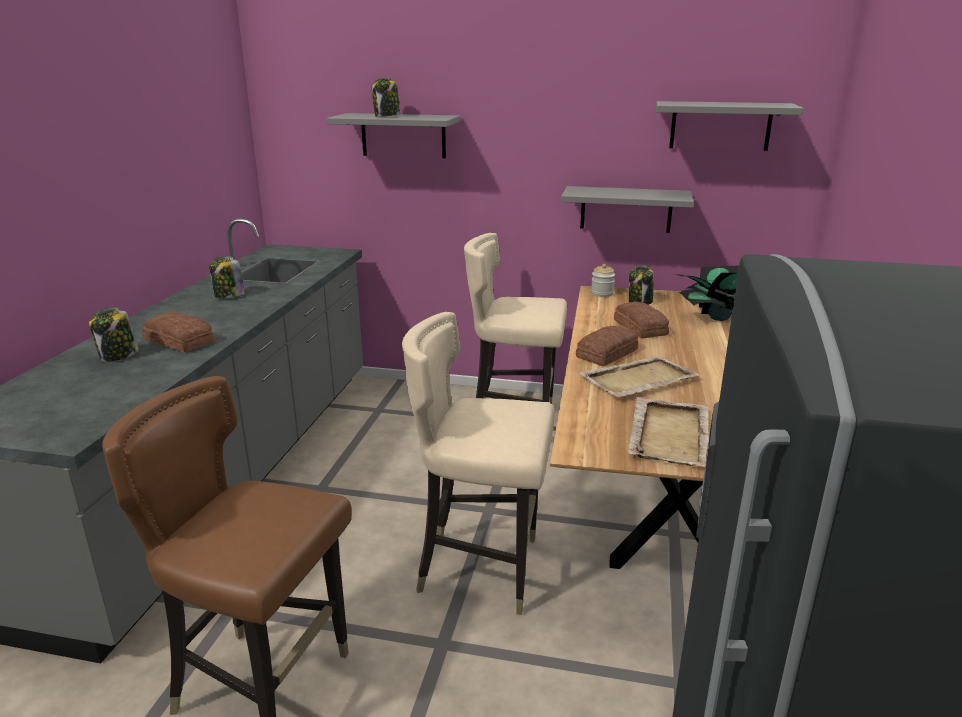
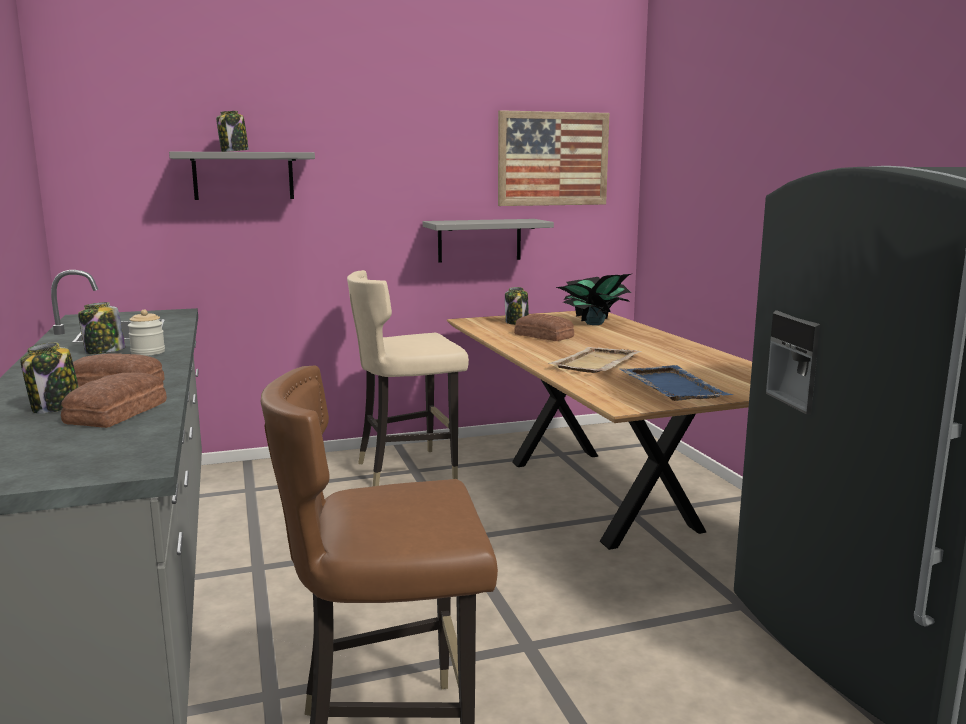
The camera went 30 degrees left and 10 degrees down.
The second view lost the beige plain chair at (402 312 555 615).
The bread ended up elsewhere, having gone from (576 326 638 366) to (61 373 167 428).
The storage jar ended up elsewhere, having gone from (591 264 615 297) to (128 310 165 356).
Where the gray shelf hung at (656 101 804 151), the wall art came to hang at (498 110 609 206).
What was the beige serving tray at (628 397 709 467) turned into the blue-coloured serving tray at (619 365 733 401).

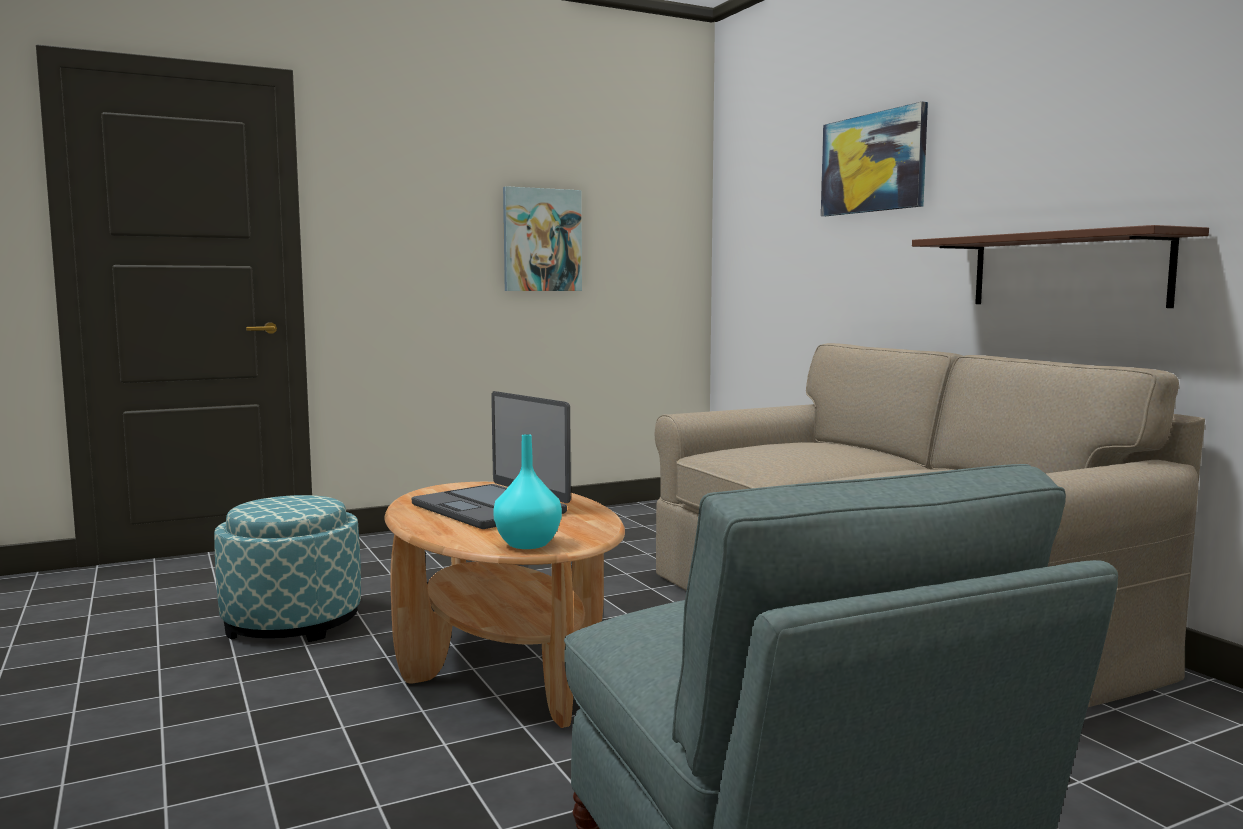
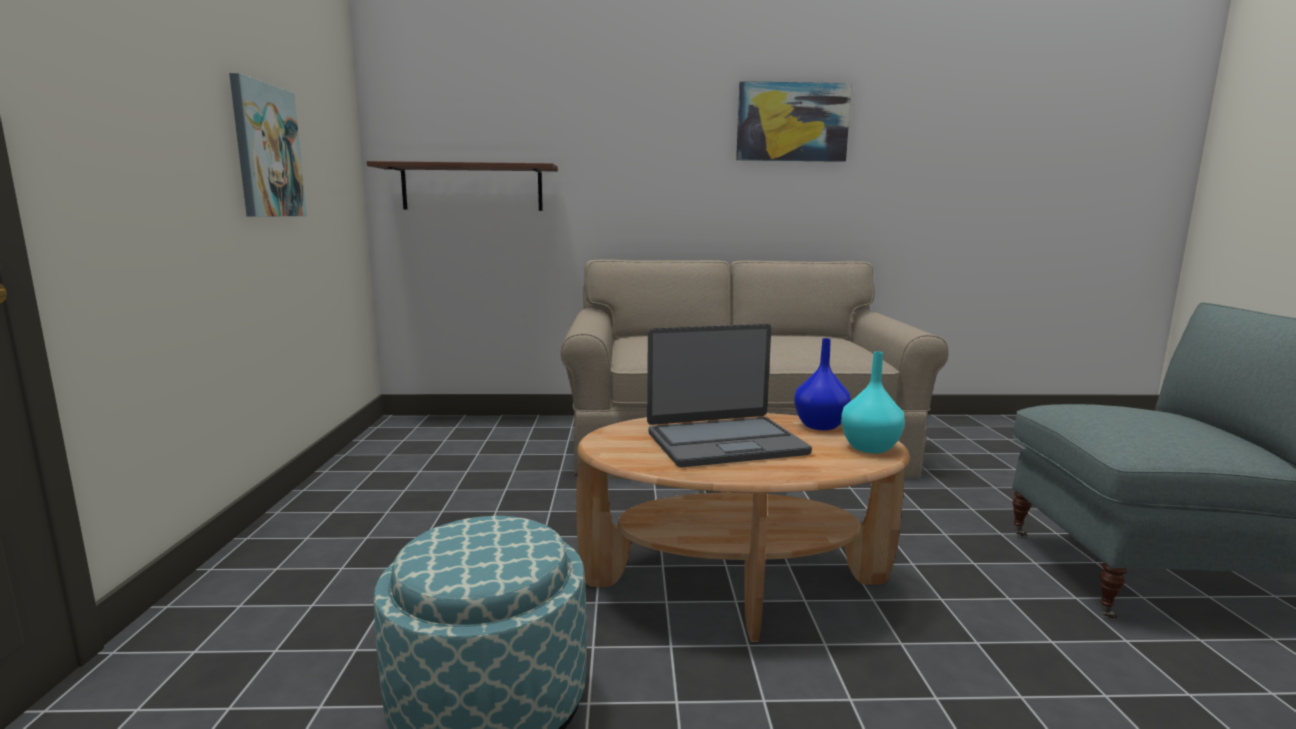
The camera went 65 degrees left and 5 degrees up.
The second view gained the blue-coloured vase at (794 338 851 430).
The wall art ended up elsewhere, having gone from (821 101 928 216) to (736 81 852 162).
The brown-coloured shelf ended up elsewhere, having gone from (912 225 1209 308) to (367 161 558 211).

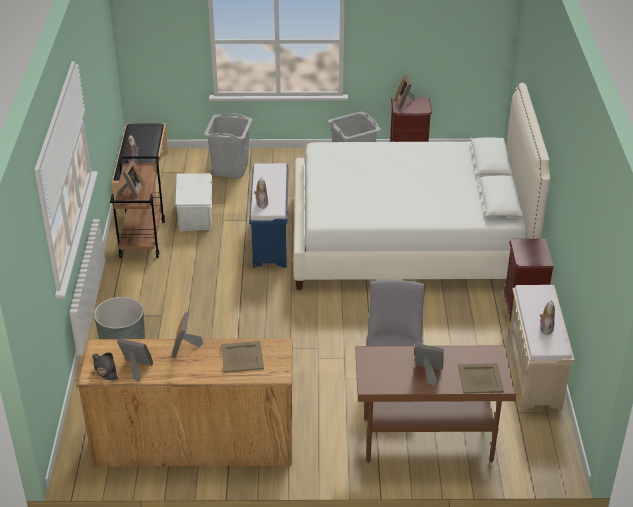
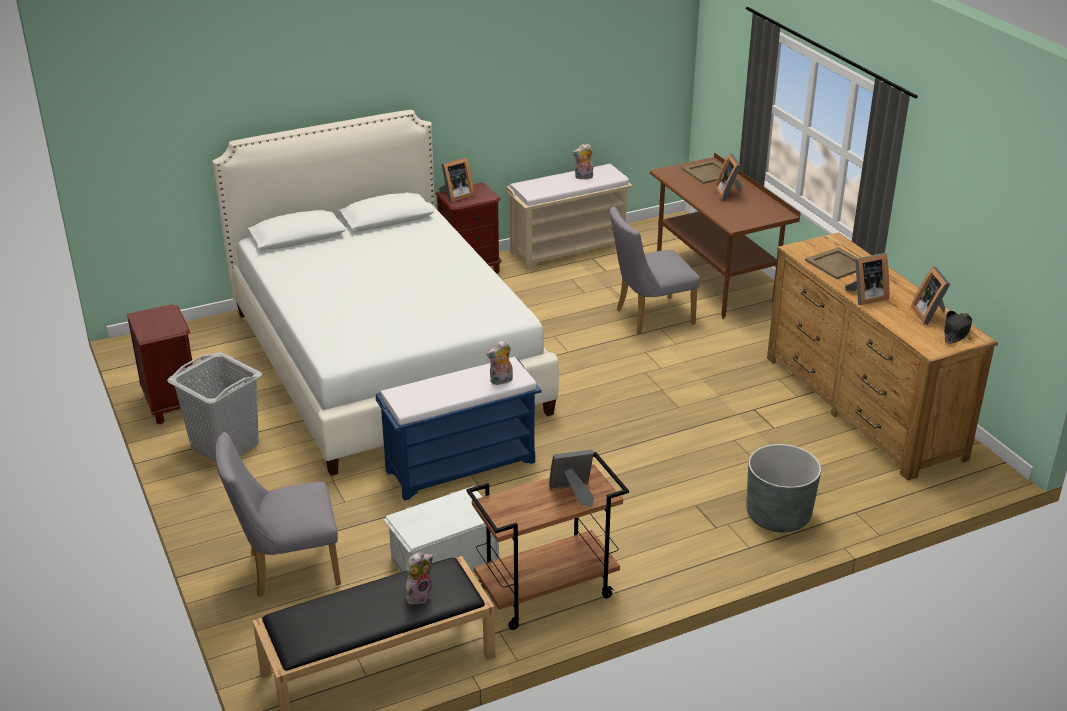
The camera went 115 degrees left and 5 degrees down.
The standing frame ended up elsewhere, having gone from (395 75 415 109) to (439 158 475 202).
Where the gray laundry basket stood at (204 113 252 178), the gray plain chair came to stand at (216 432 341 597).

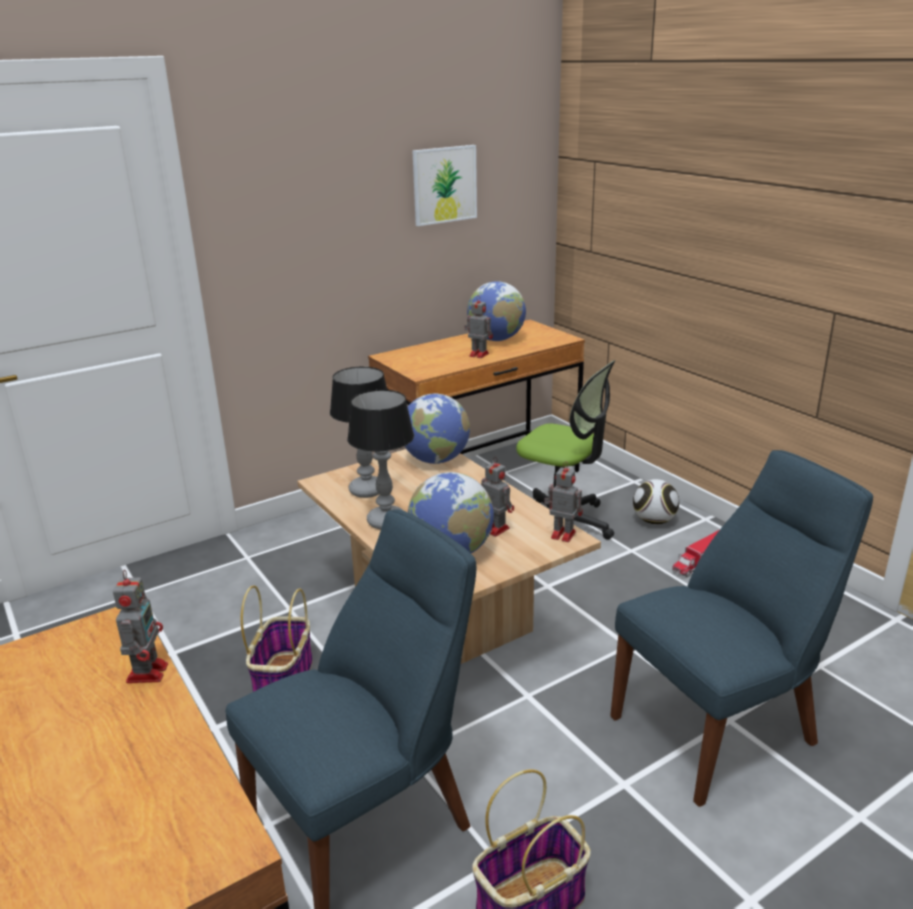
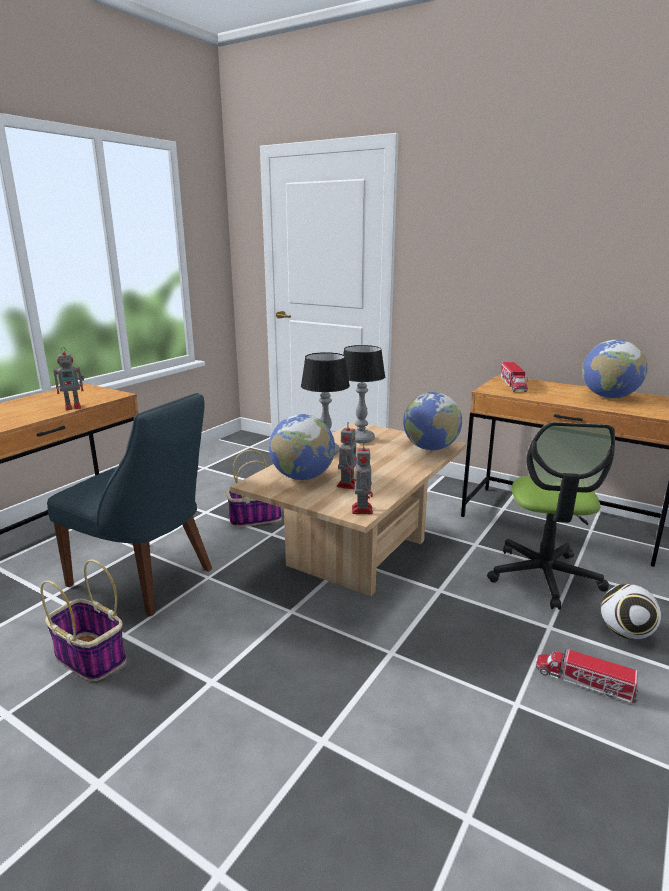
The camera went 65 degrees right and 5 degrees down.
The second view lost the wall art at (412 145 477 226).
The second view lost the model robot at (464 296 493 358).
The second view lost the blue-coloured plain chair at (610 450 873 807).
The second view gained the toy lorry at (500 362 528 392).

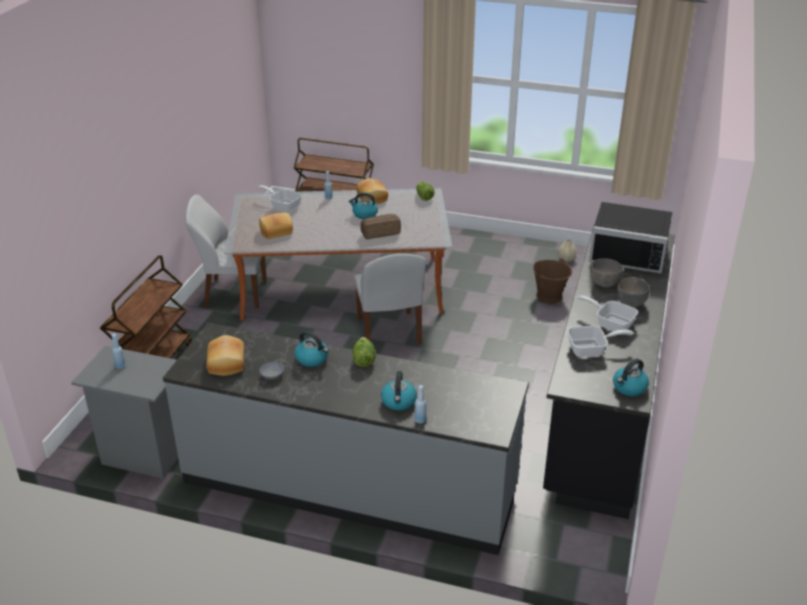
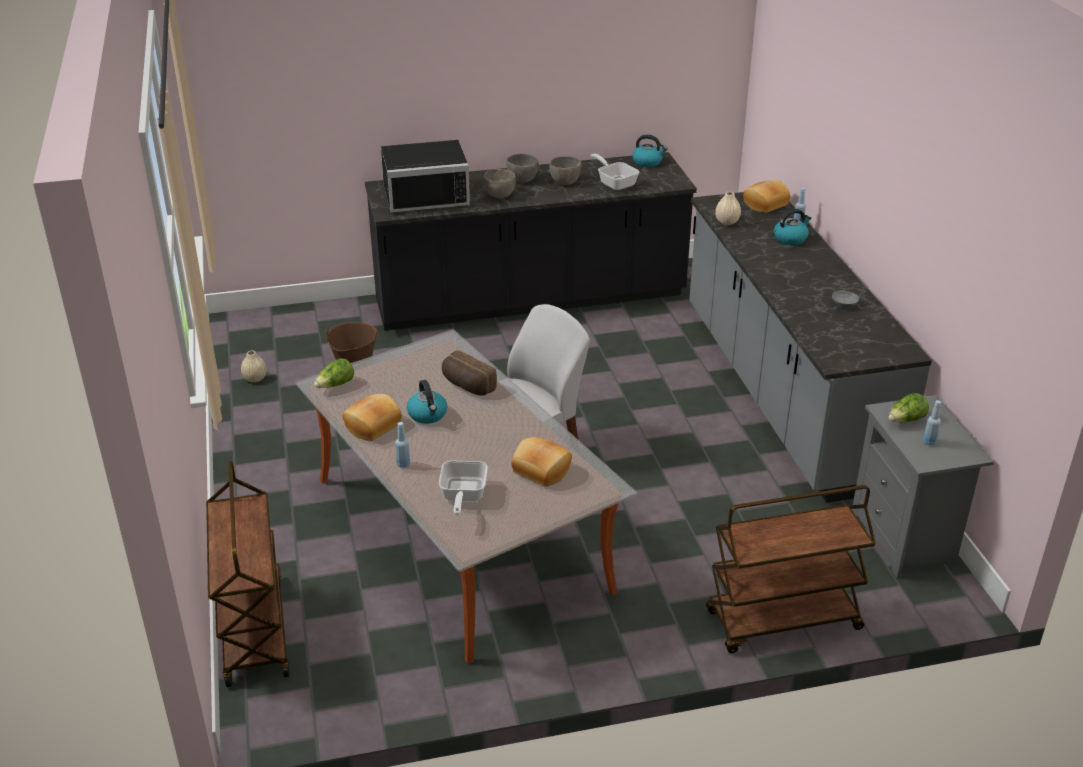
The camera went 120 degrees left and 0 degrees up.
The second view lost the white-coloured plain chair at (185 195 267 308).
The second view lost the tea kettle at (294 331 329 367).
The second view gained the beige vase at (715 192 741 225).
The bread ended up elsewhere, having gone from (206 335 244 376) to (743 180 790 213).
The head of lettuce ended up elsewhere, having gone from (352 337 376 367) to (888 393 929 422).
Where the frying pan stood at (577 295 638 331), the gray bowl came to stand at (549 156 581 185).
The black microwave oven at (589 202 673 274) ended up facing another way, 90 degrees clockwise from before.

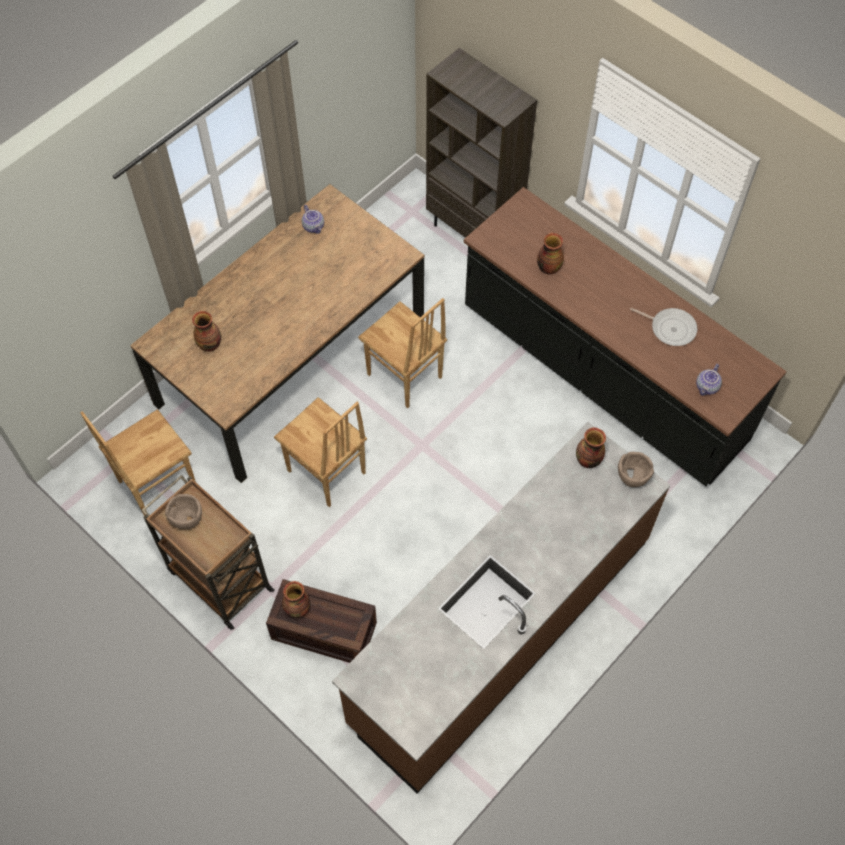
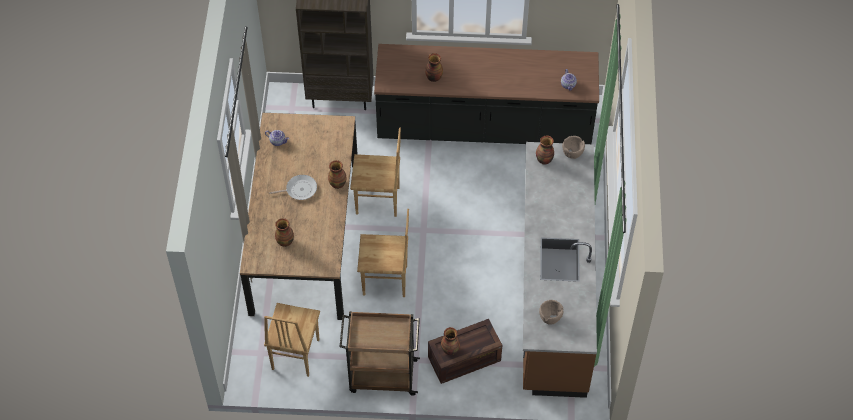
The camera went 40 degrees left and 5 degrees down.
The second view gained the vase at (328 160 346 189).
The brown-coloured bowl ended up elsewhere, having gone from (165 494 202 529) to (539 300 564 325).
The frying pan ended up elsewhere, having gone from (630 308 698 346) to (269 175 317 200).

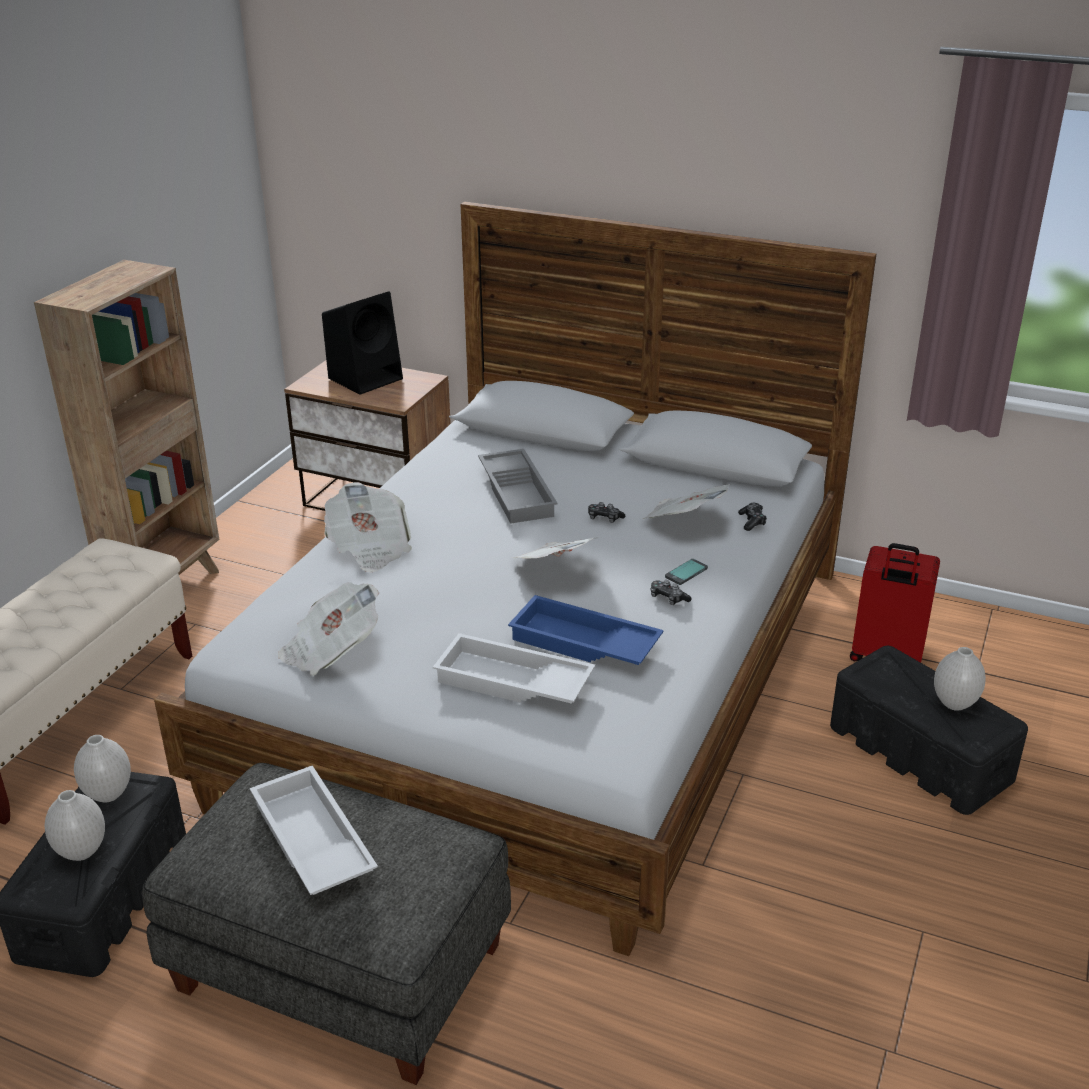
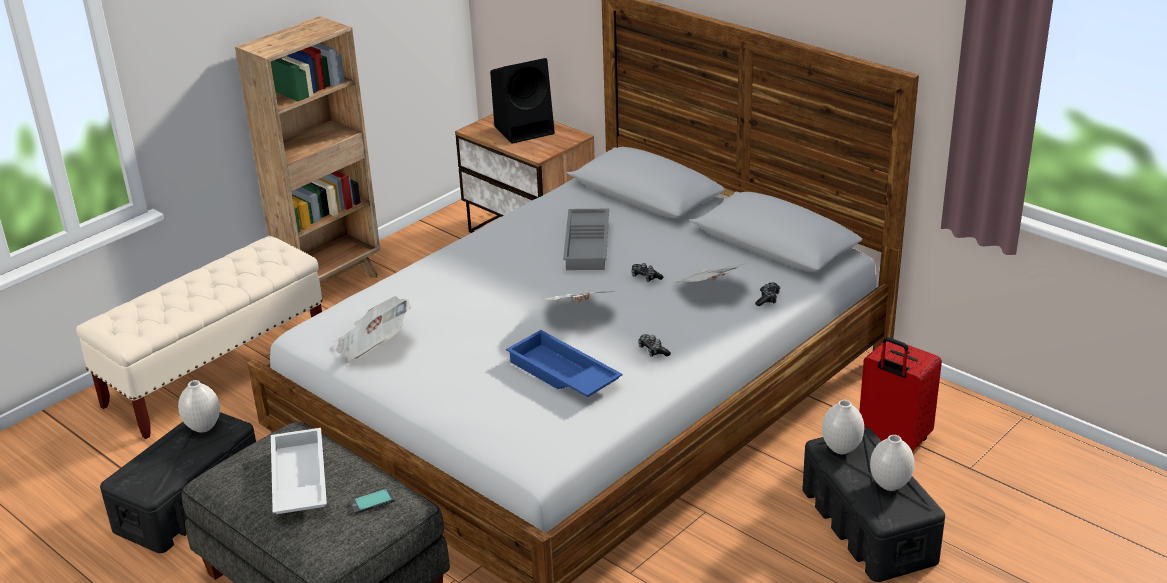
The camera went 20 degrees right and 0 degrees up.
The second view lost the daily paper at (324 482 412 573).
The second view lost the white-coloured serving tray at (433 633 595 704).
The white-coloured vase ended up elsewhere, having gone from (44 790 105 861) to (822 400 864 454).
The telephone ended up elsewhere, having gone from (665 559 708 585) to (349 488 395 514).

